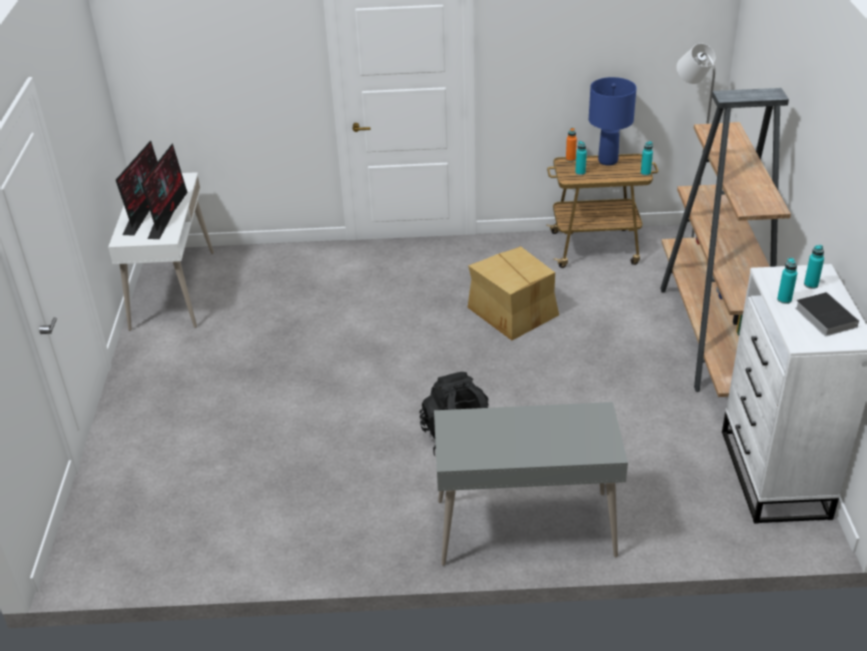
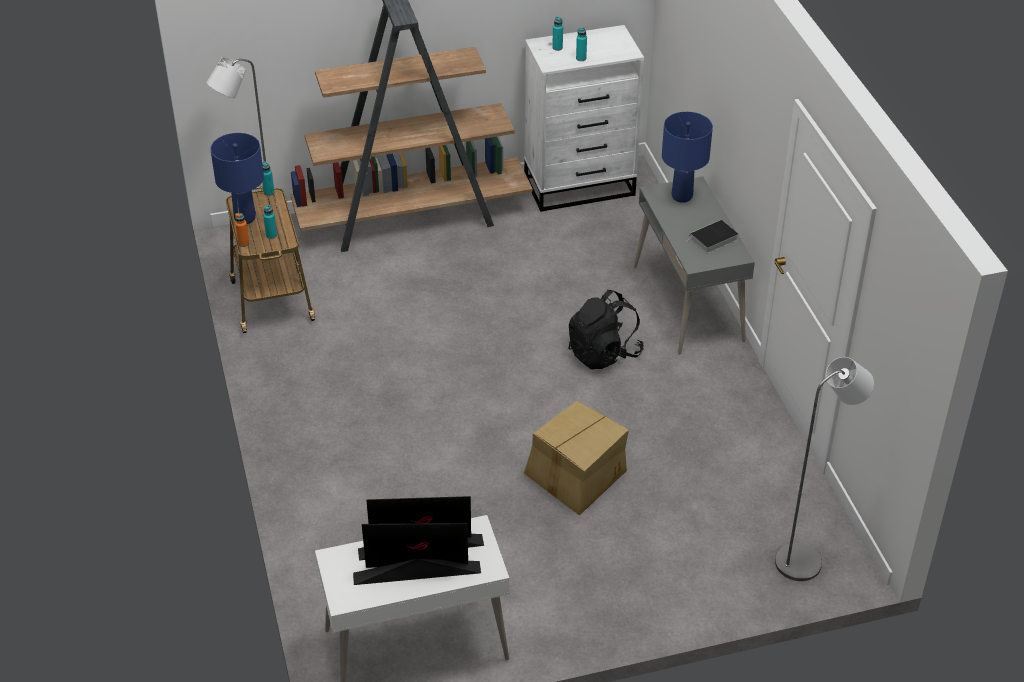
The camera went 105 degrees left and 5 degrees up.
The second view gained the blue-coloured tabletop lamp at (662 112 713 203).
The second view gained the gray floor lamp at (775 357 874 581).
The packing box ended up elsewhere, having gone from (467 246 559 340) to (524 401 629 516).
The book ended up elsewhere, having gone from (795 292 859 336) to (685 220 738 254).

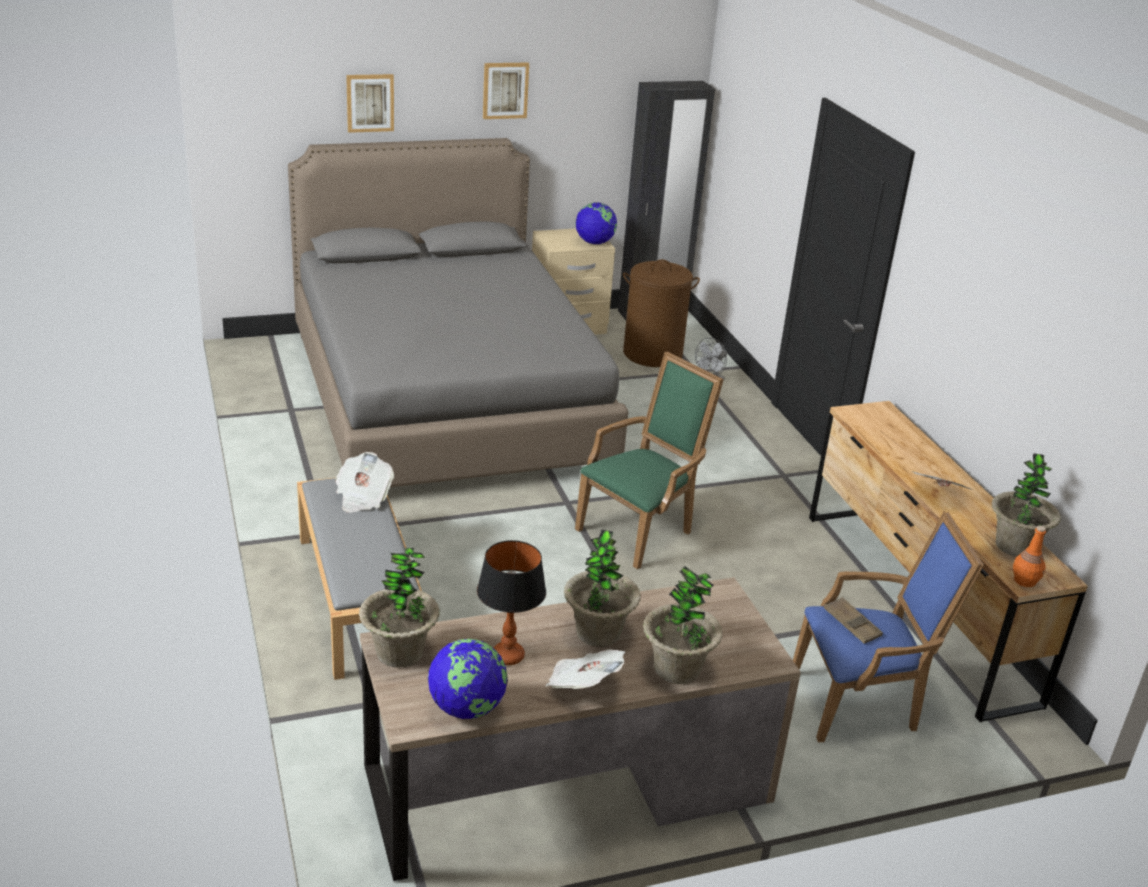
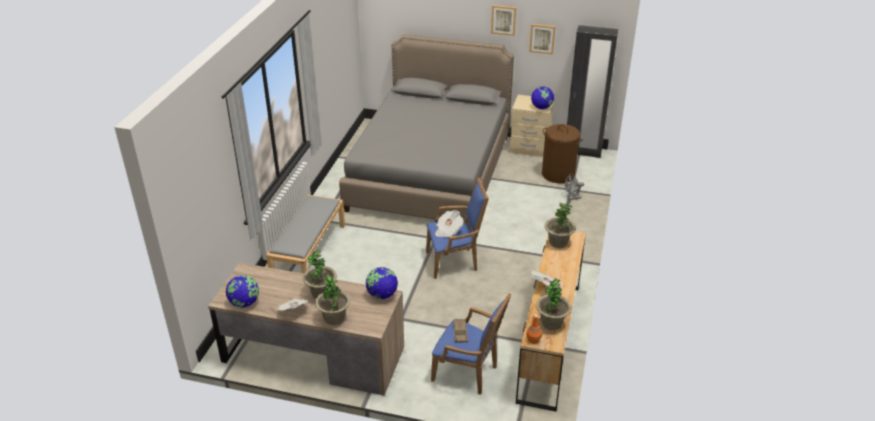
The camera went 35 degrees right and 5 degrees up.
The second view lost the tabletop lamp at (477 540 546 665).
The second view gained the globe at (366 267 398 299).
The daily paper ended up elsewhere, having gone from (335 452 394 512) to (435 210 463 238).
The wall art ended up elsewhere, having gone from (346 74 394 133) to (529 24 556 54).
The potted plant ended up elsewhere, having gone from (359 548 440 668) to (544 202 576 248).
What was the green-coloured lounge chair at (575 352 724 569) turned into the blue-coloured lounge chair at (426 177 489 279).

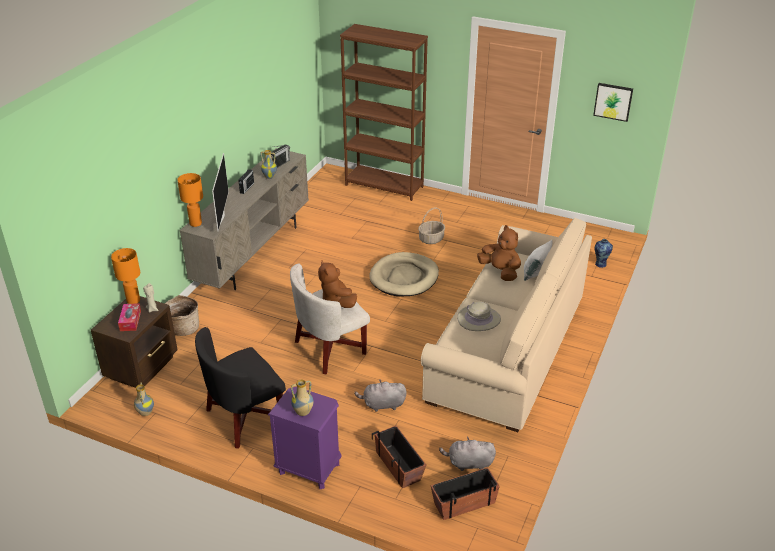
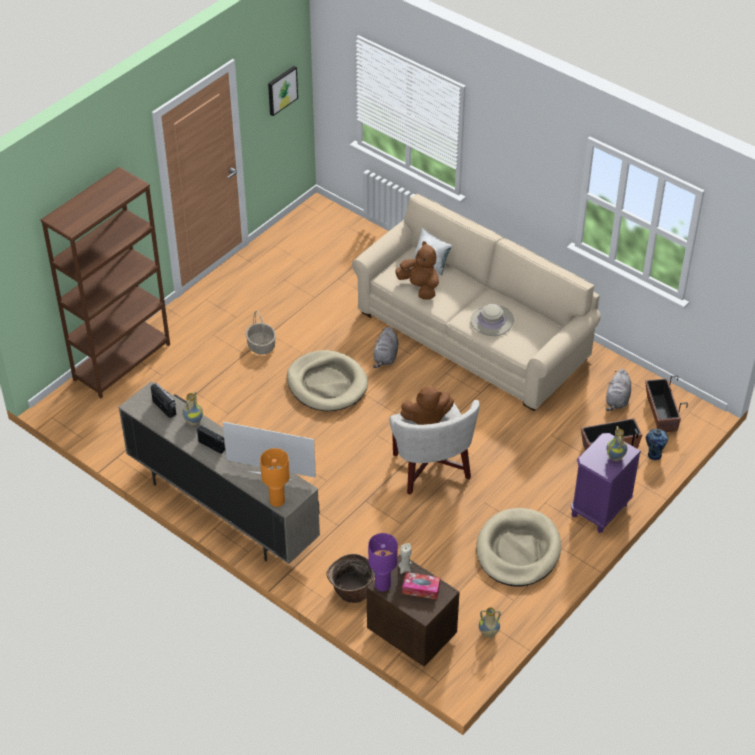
The camera went 75 degrees left and 10 degrees up.
The gray soft toy ended up elsewhere, having gone from (354 379 407 412) to (373 326 398 368).
The vase ended up elsewhere, having gone from (594 239 613 268) to (646 429 668 460).
Where the black lounge chair stood at (195 327 286 449), the beige dog cushion came to stand at (476 508 561 587).
What was the orange tabletop lamp at (111 248 140 304) turned into the purple tabletop lamp at (368 533 398 591).
The brown-coloured soft toy at (477 225 521 281) ended up facing another way, 75 degrees clockwise from before.

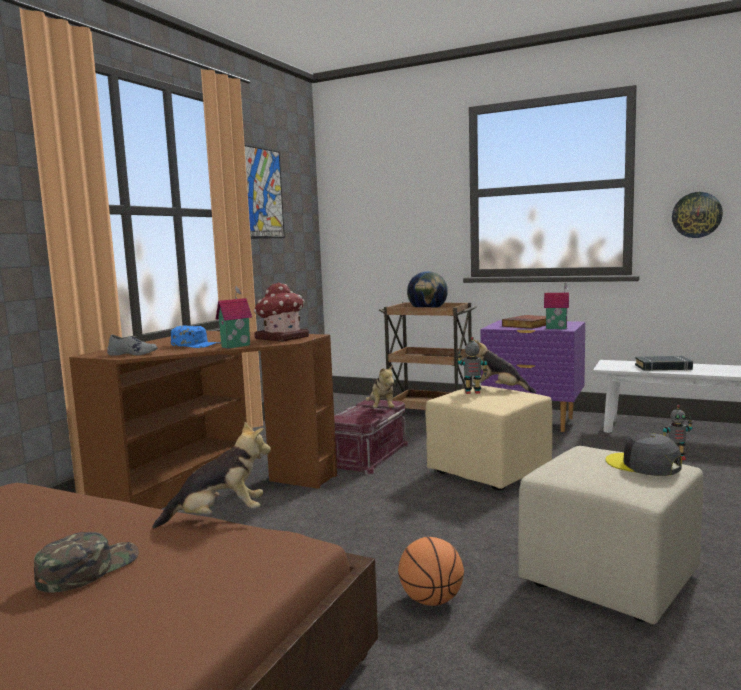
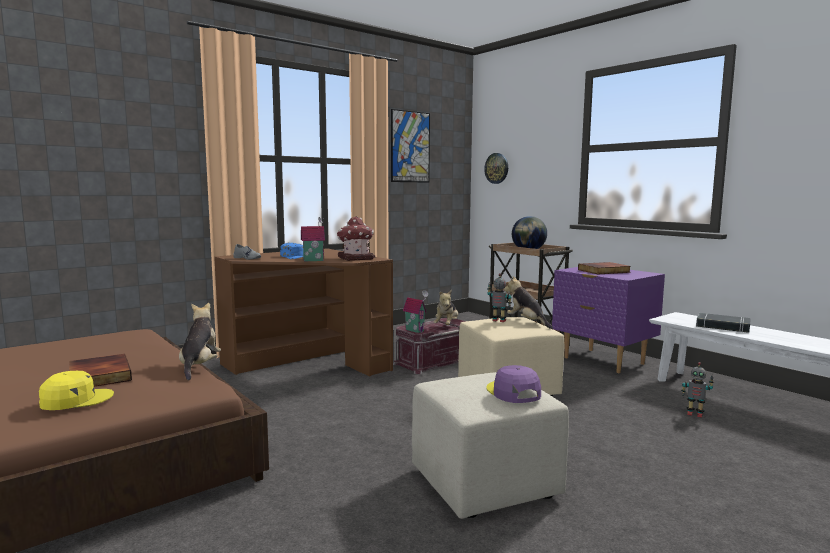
The camera went 25 degrees right and 0 degrees up.
The second view lost the basketball ball at (398 537 464 606).
The second view gained the yellow cap at (39 371 114 410).
The model house ended up elsewhere, having gone from (544 283 570 329) to (403 291 428 333).
The wall clock ended up elsewhere, having gone from (672 192 723 238) to (484 153 508 184).
Where the green-coloured cap stood at (34 532 139 593), the book came to stand at (69 354 132 387).
What was the gray cap at (605 433 682 476) turned into the purple cap at (486 365 541 403).
The soft toy at (153 422 271 529) ended up facing another way, 105 degrees counterclockwise from before.

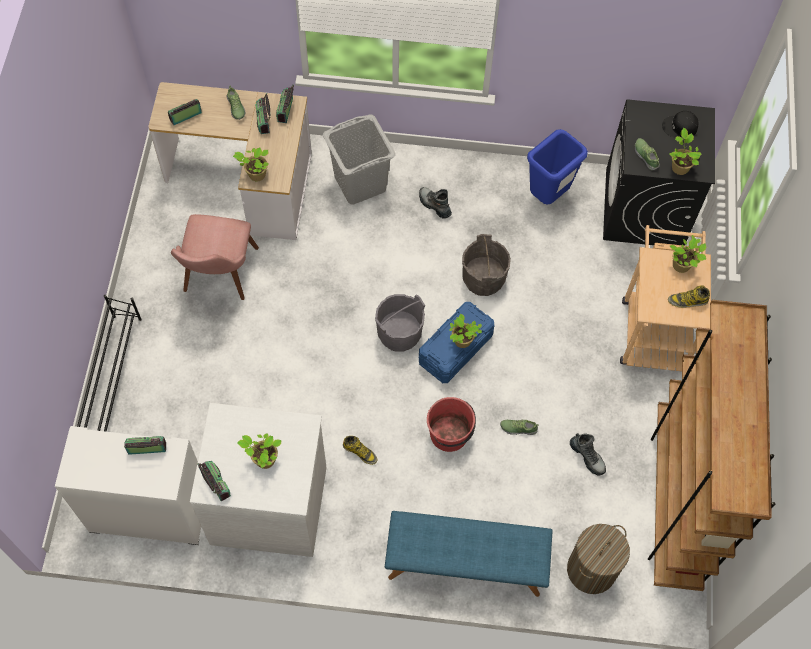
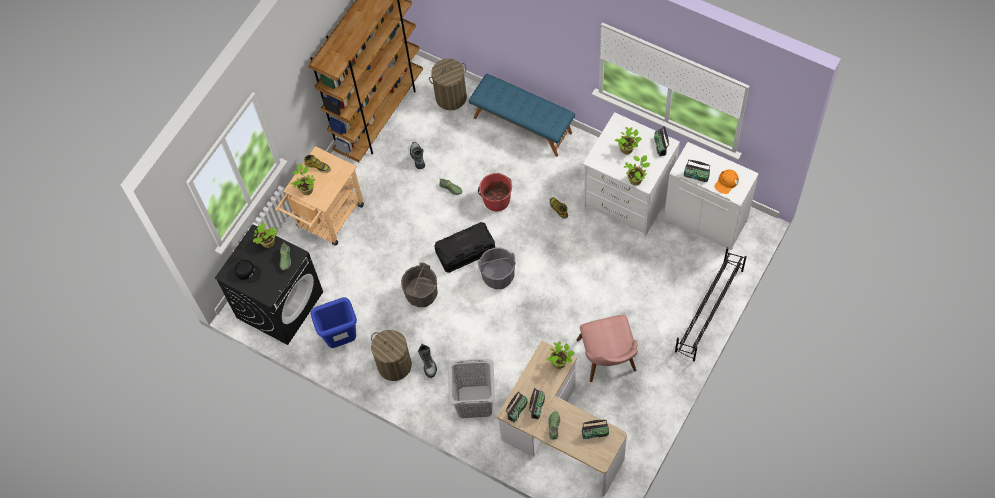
The camera went 150 degrees left and 0 degrees up.
The second view gained the laundry basket at (371 330 412 381).
The second view gained the orange cap at (714 169 739 194).
The potted plant ended up elsewhere, having gone from (449 314 482 348) to (624 155 650 185).
What was the blue-coloured storage container at (419 302 495 383) turned into the black storage container at (435 222 495 273).
The pink plain chair at (171 214 259 300) ended up facing another way, 135 degrees clockwise from before.

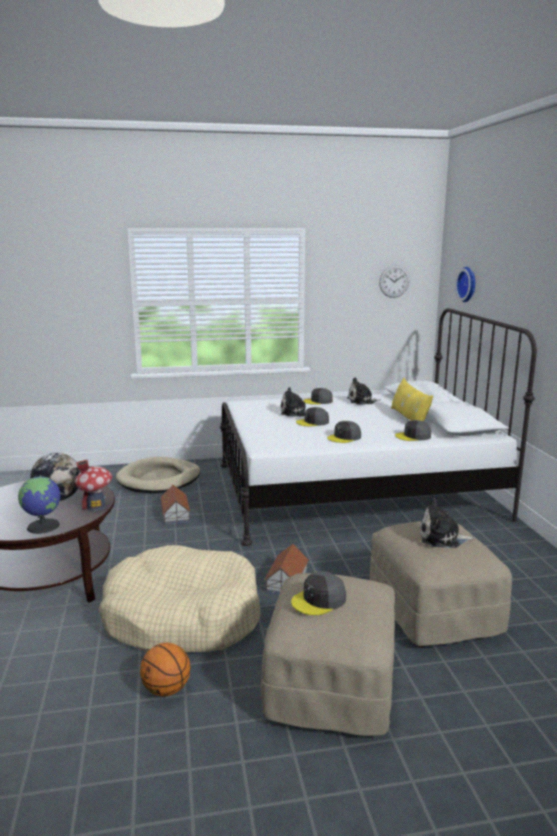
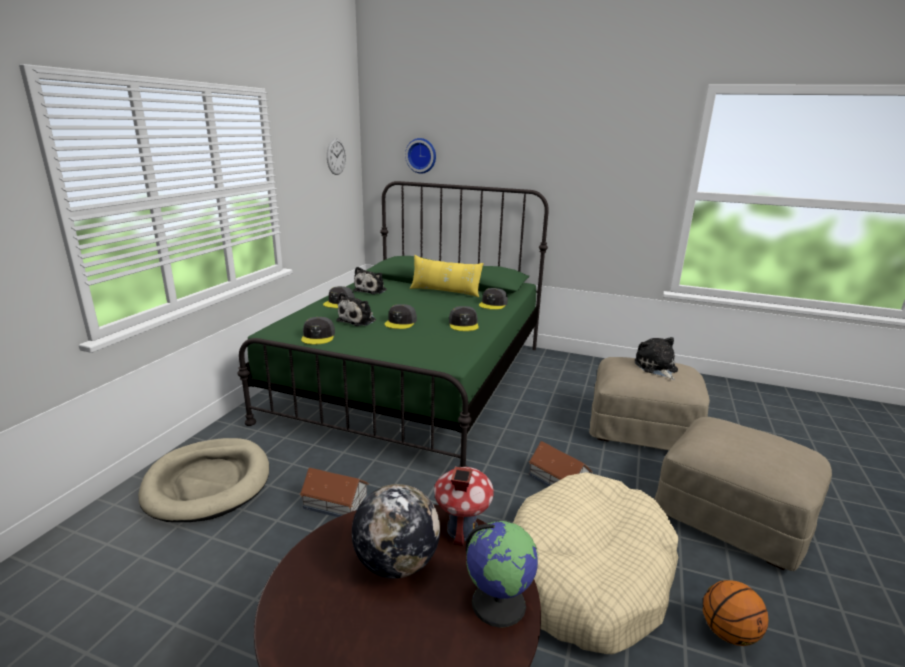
The camera went 60 degrees left and 5 degrees up.
The gray cap ended up elsewhere, having gone from (291 571 346 615) to (301 317 335 345).
What was the white-coloured bedroom bed at (220 308 537 546) turned into the green-coloured bedroom bed at (237 181 549 467).
The soft toy at (420 498 475 548) ended up facing another way, 135 degrees clockwise from before.

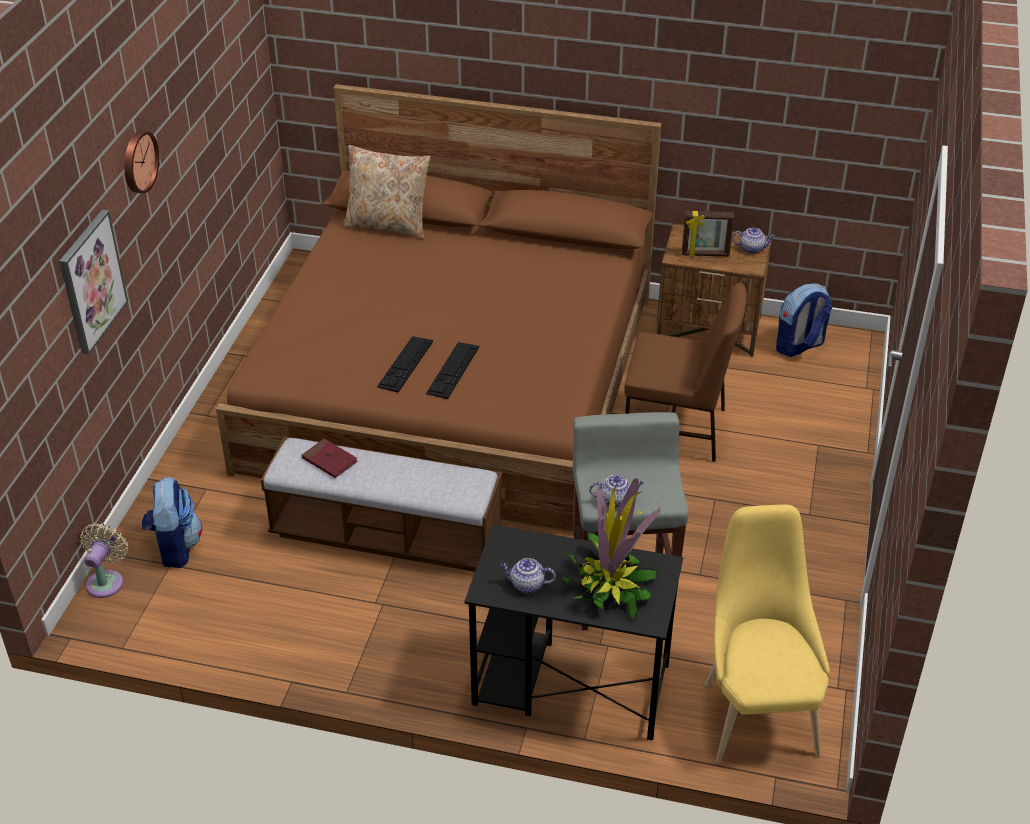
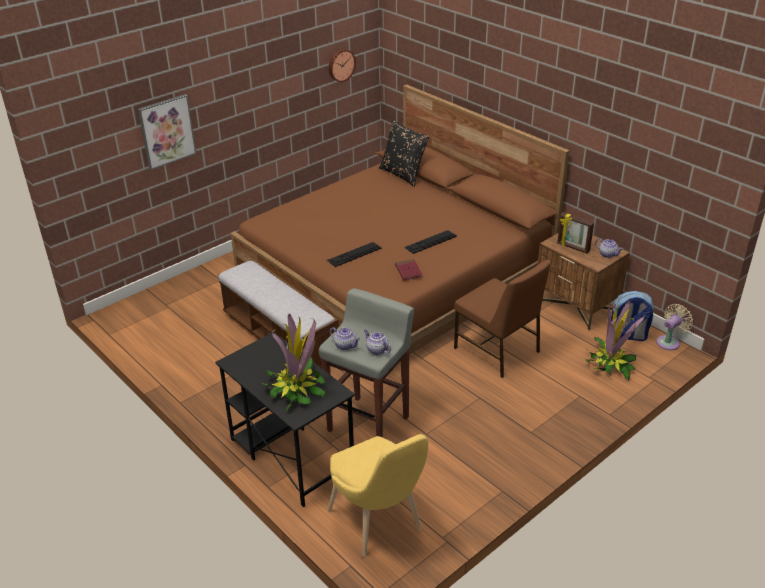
The camera went 35 degrees right and 5 degrees down.
The second view lost the knapsack at (142 477 202 568).
The second view gained the potted plant at (585 301 645 380).
The beige cooling fan ended up elsewhere, having gone from (80 523 128 598) to (657 304 693 350).
The wall clock ended up elsewhere, having gone from (124 131 159 194) to (329 49 356 82).
The red book ended up elsewhere, having gone from (301 439 358 478) to (395 259 423 281).
The PC keyboard ended up elsewhere, having gone from (377 336 433 392) to (404 230 457 254).
The pot for tea ended up elsewhere, having gone from (500 558 556 593) to (364 330 391 355).
What was the beige throw pillow at (343 145 431 239) turned into the black throw pillow at (379 119 430 187).
The yellow plain chair at (705 504 830 763) ended up facing another way, 120 degrees clockwise from before.

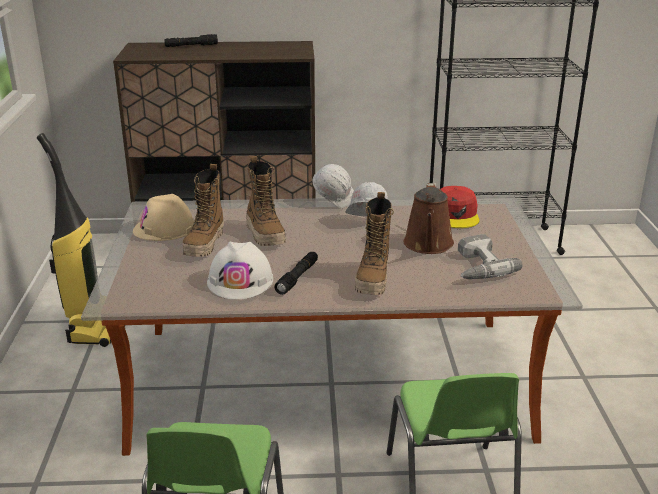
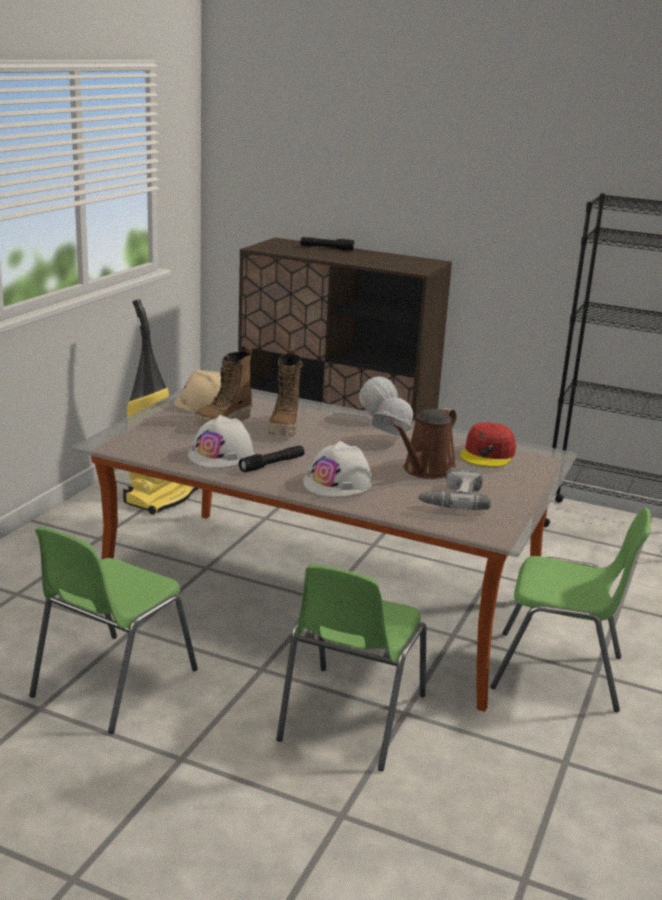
The camera went 25 degrees right and 5 degrees down.
The second view gained the green-coloured plain chair at (490 507 651 712).
Where the tall boot stood at (355 192 394 295), the white-coloured safety helmet came to stand at (303 441 372 497).

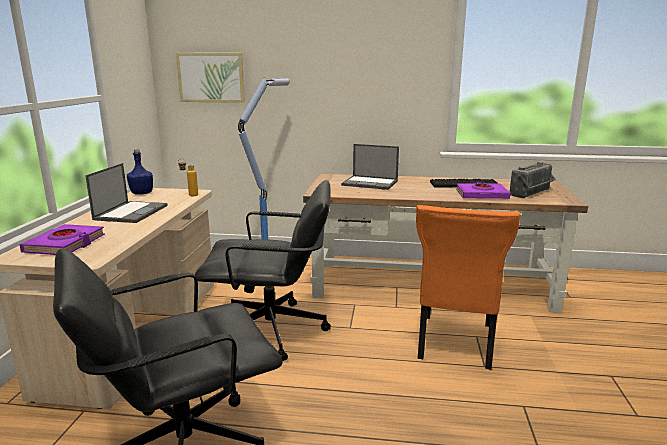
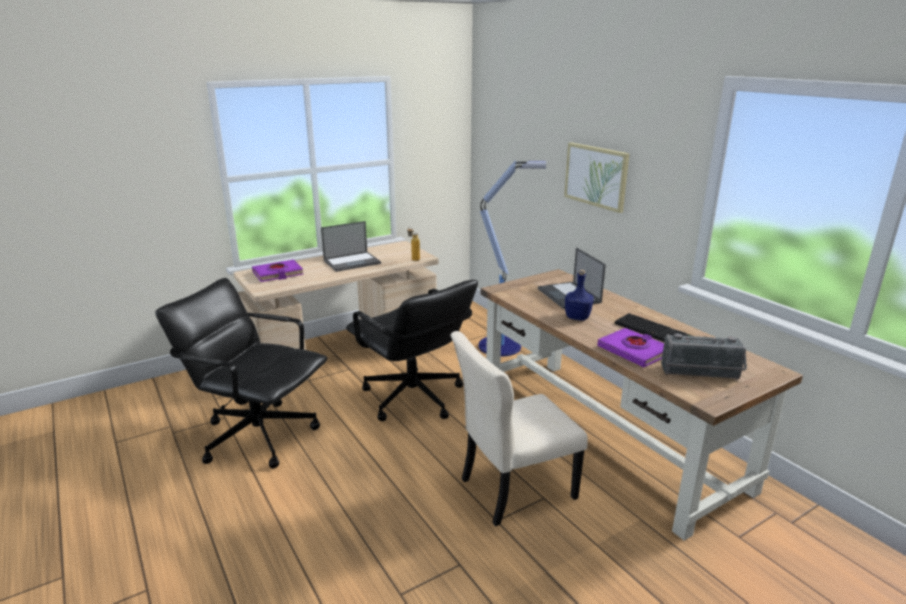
The camera went 50 degrees right and 5 degrees up.
The blue-coloured bottle ended up elsewhere, having gone from (127 149 153 195) to (565 270 594 320).
The wall art ended up elsewhere, having gone from (176 53 245 103) to (564 142 629 213).
What was the orange plain chair at (416 205 520 370) turned into the beige plain chair at (451 331 588 526).

